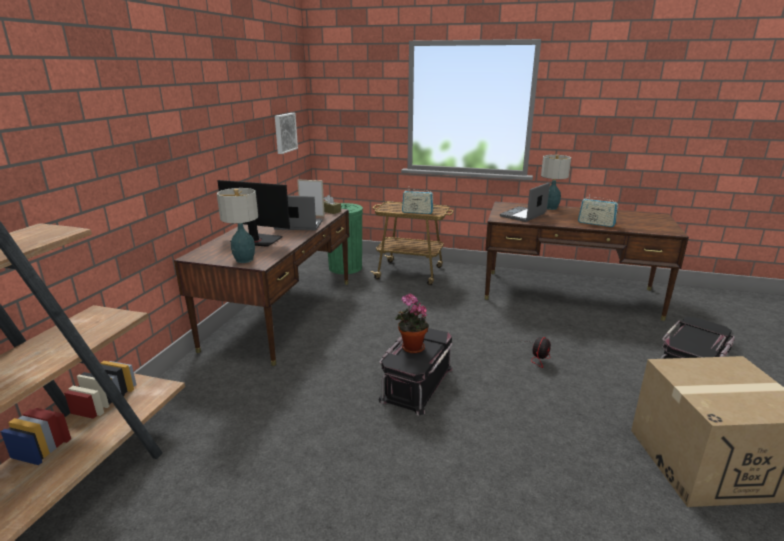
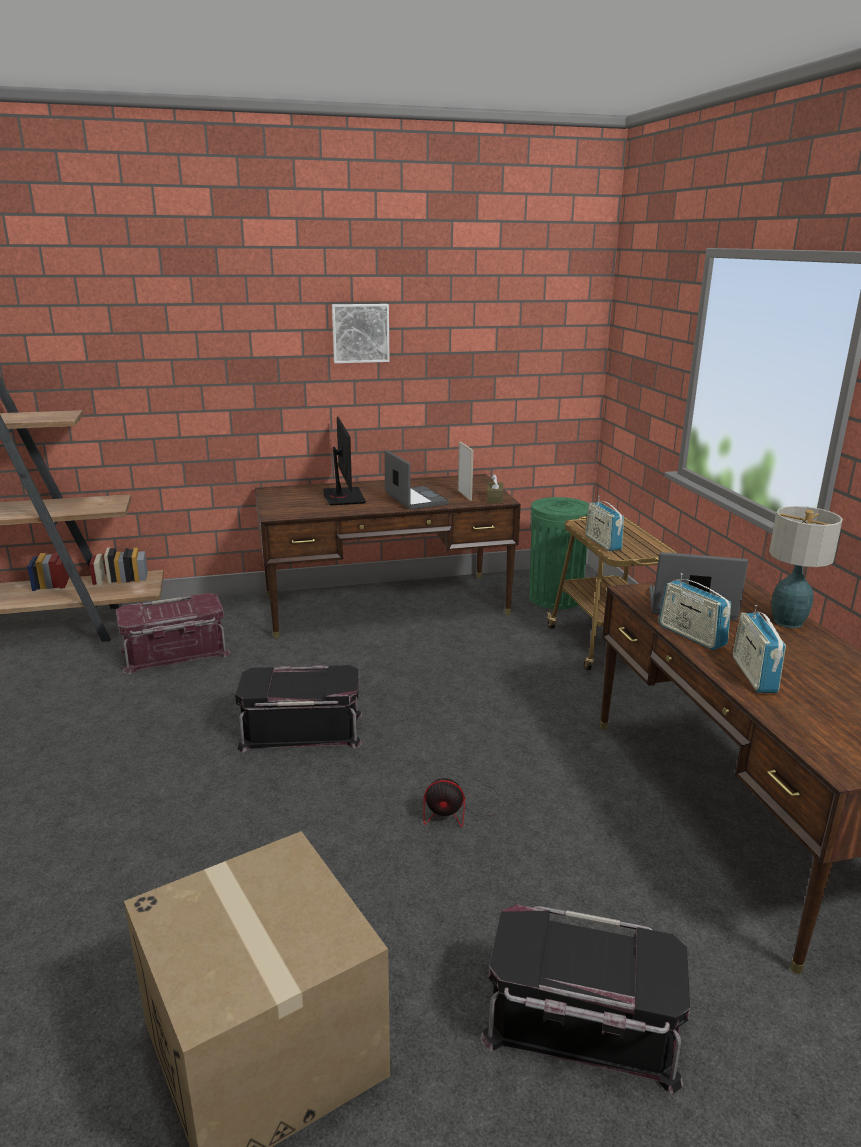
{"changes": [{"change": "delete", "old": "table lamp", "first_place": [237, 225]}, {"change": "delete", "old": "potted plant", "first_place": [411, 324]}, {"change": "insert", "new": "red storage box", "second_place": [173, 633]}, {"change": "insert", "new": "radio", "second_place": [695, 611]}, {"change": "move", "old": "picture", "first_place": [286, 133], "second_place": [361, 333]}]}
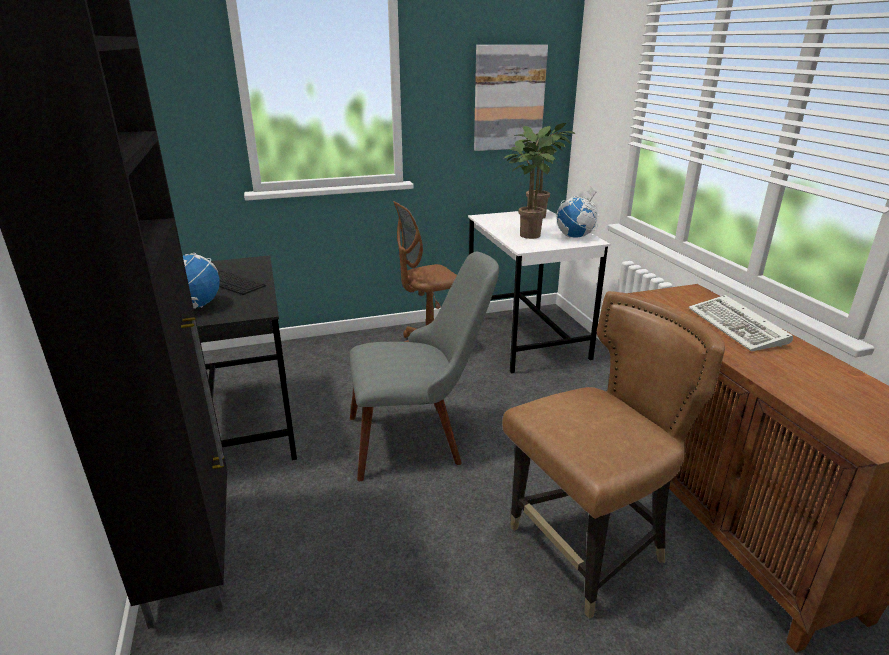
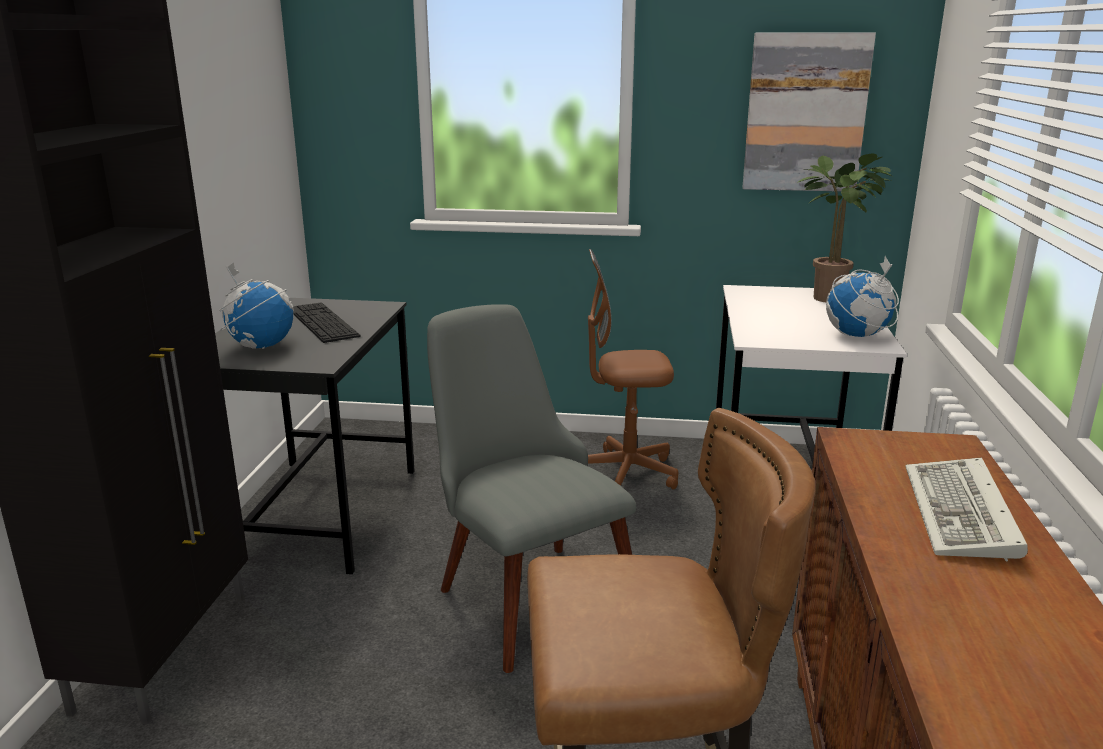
{"changes": [{"change": "delete", "old": "potted plant", "first_place": [531, 182]}, {"change": "rotate", "old": "grey chair", "first_place": [424, 366], "second_place": [531, 488], "degrees": -135}]}
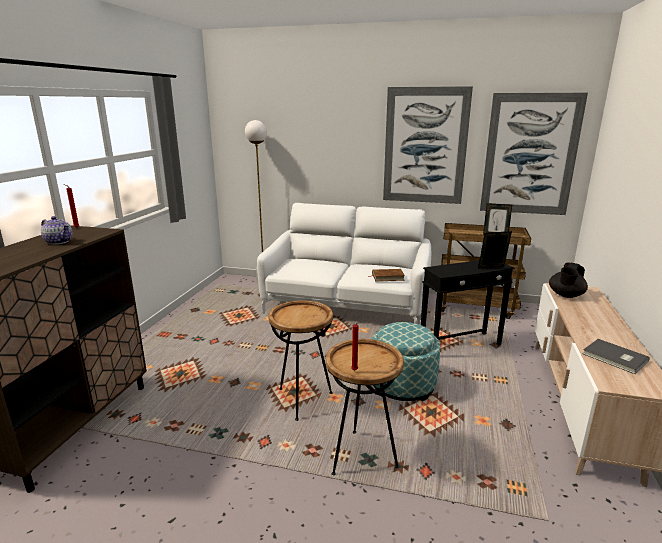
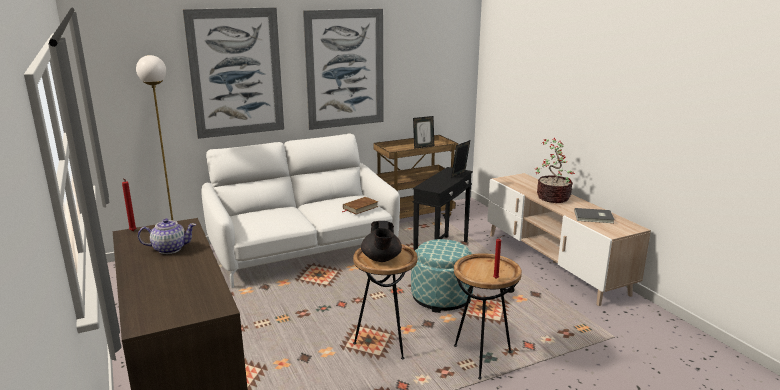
{"changes": [{"change": "insert", "new": "potted plant", "second_place": [555, 170]}, {"change": "move", "old": "picture", "first_place": [534, 154], "second_place": [233, 73]}, {"change": "move", "old": "black teapot", "first_place": [568, 280], "second_place": [381, 241]}]}
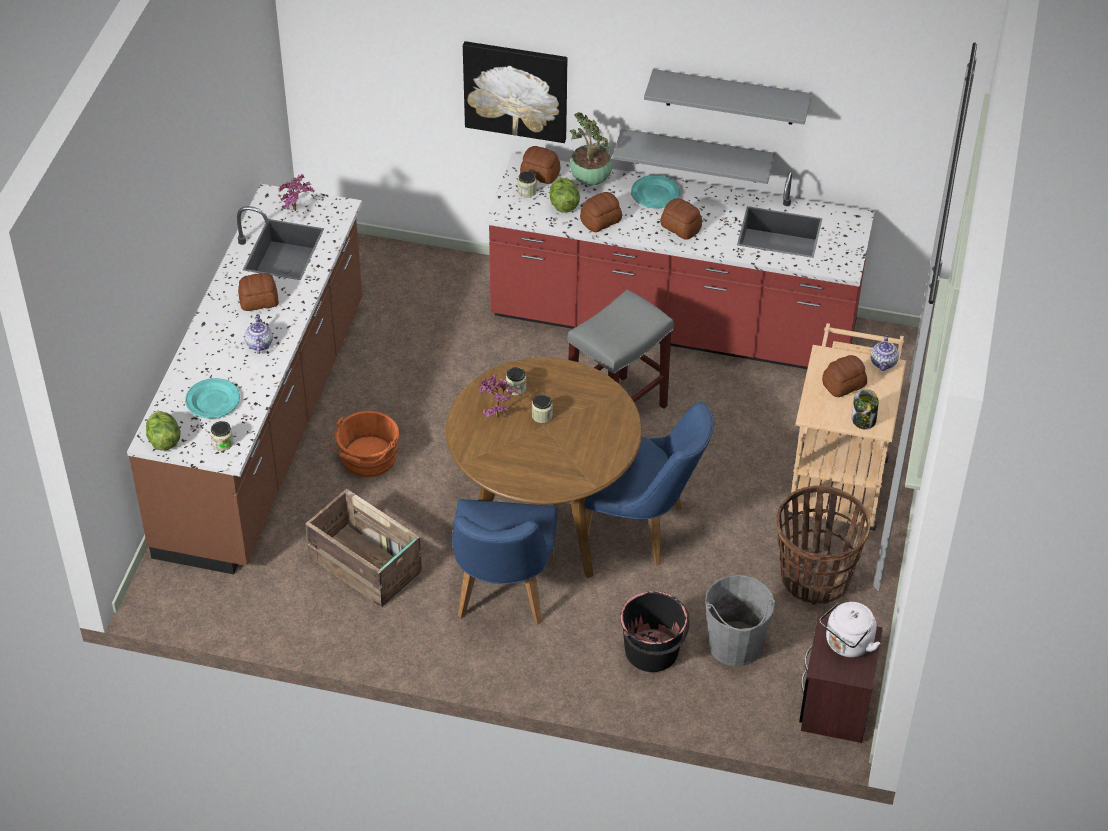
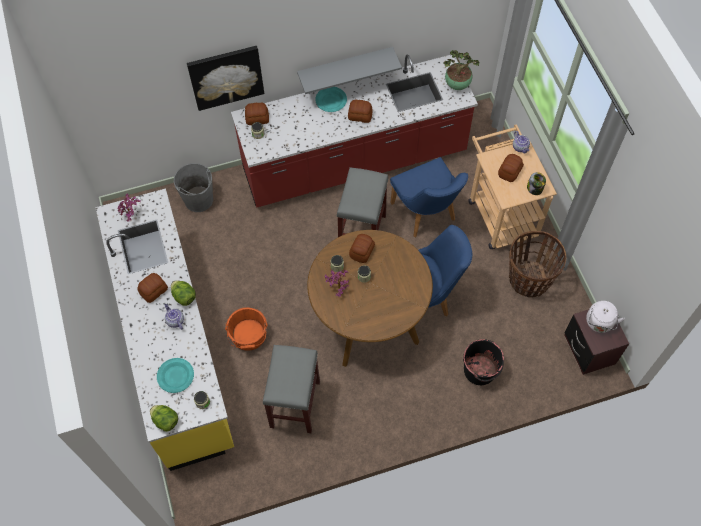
{"changes": [{"change": "delete", "old": "grey shelf", "first_place": [728, 97]}, {"change": "move", "old": "blue chair", "first_place": [505, 562], "second_place": [429, 197]}, {"change": "move", "old": "lettuce", "first_place": [565, 195], "second_place": [183, 293]}, {"change": "move", "old": "potted plant", "first_place": [591, 149], "second_place": [462, 70]}, {"change": "move", "old": "bread", "first_place": [601, 212], "second_place": [362, 248]}, {"change": "move", "old": "grey bucket", "first_place": [740, 621], "second_place": [193, 187]}, {"change": "replace", "old": "crate", "new": "grey stool", "first_place": [363, 547], "second_place": [291, 389]}, {"change": "recolor", "old": "brown counter", "new": "yellow counter", "first_place": [244, 379], "second_place": [164, 329]}]}
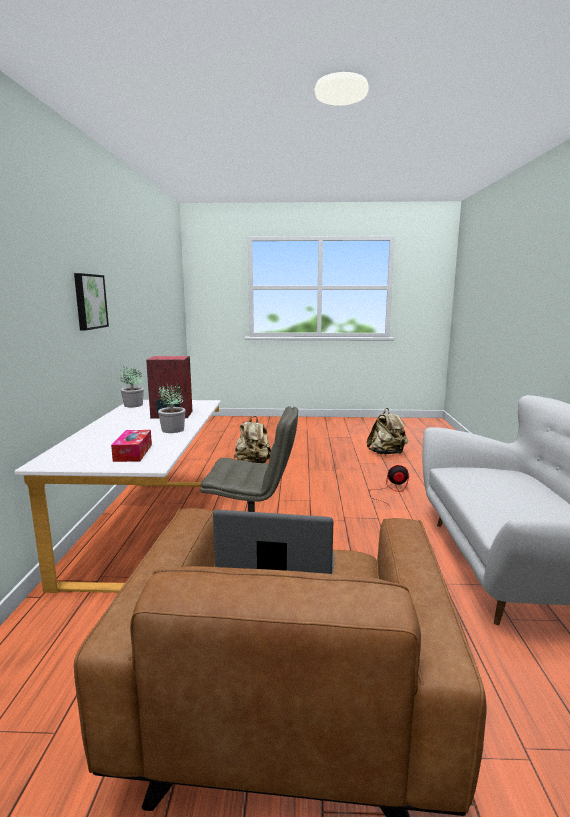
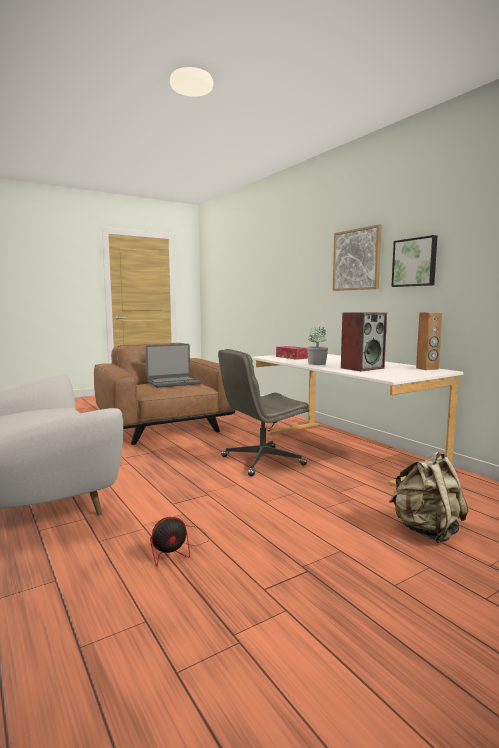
{"changes": [{"change": "delete", "old": "beige backpack", "first_place": [387, 431]}, {"change": "insert", "new": "picture", "second_place": [357, 258]}, {"change": "replace", "old": "potted plant", "new": "brown speaker", "first_place": [132, 386], "second_place": [429, 341]}]}
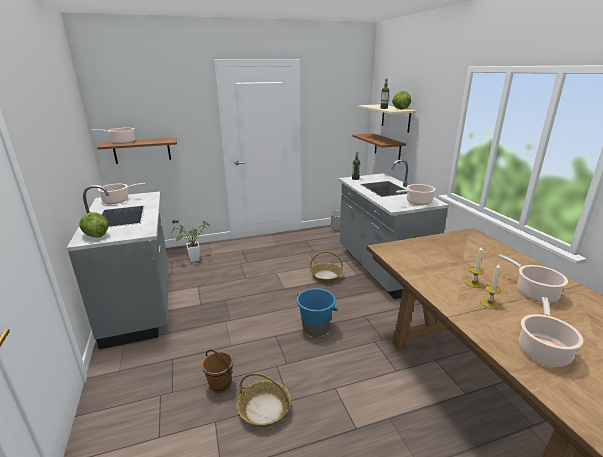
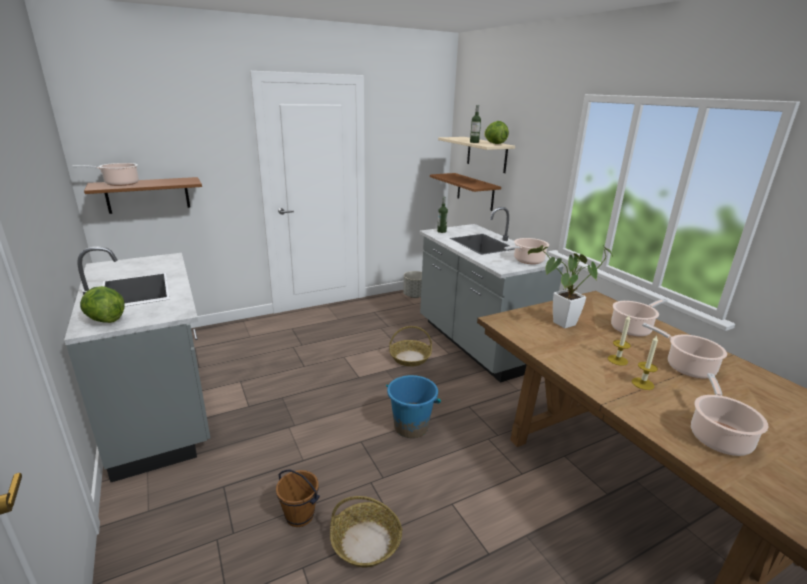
{"changes": [{"change": "move", "old": "cooking pot", "first_place": [121, 193], "second_place": [639, 318]}, {"change": "move", "old": "potted plant", "first_place": [191, 241], "second_place": [570, 286]}]}
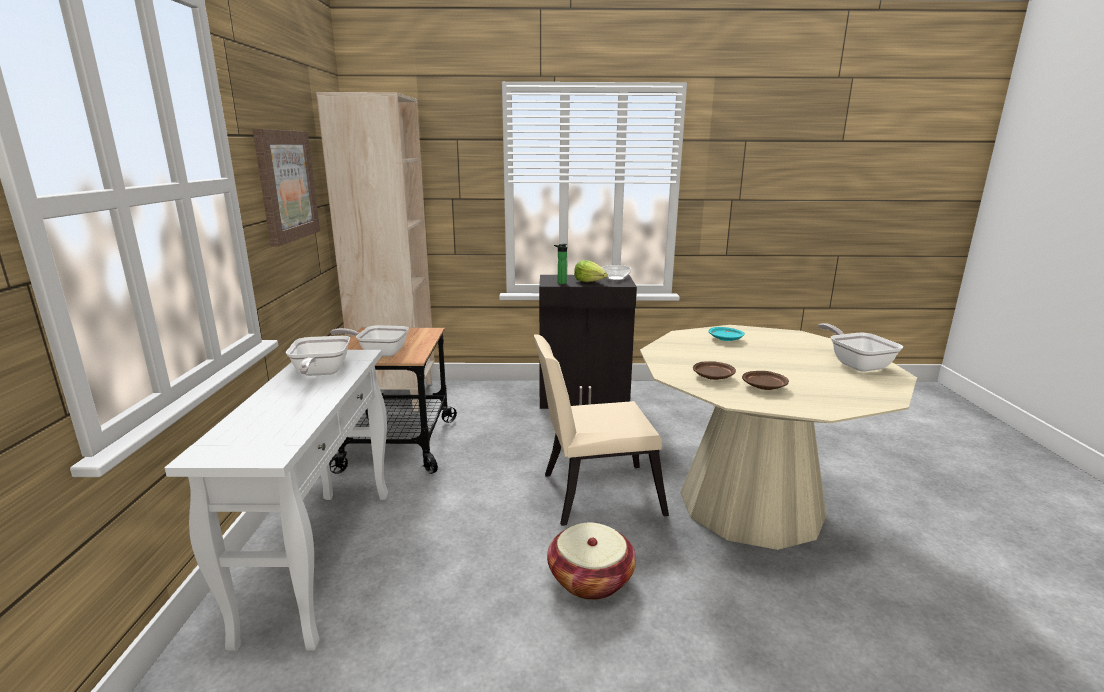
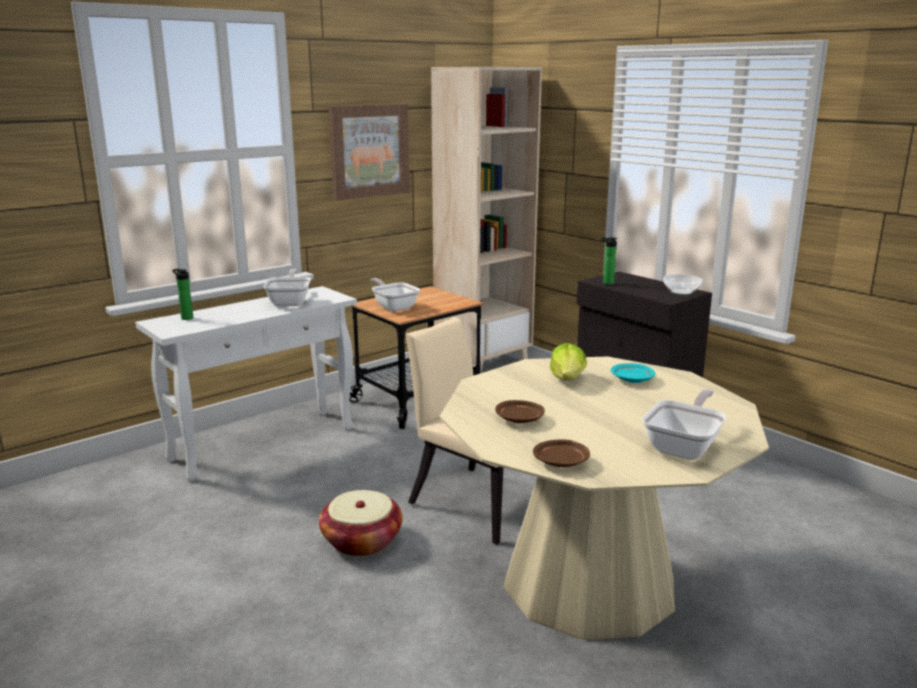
{"changes": [{"change": "insert", "new": "bottle", "second_place": [182, 294]}, {"change": "move", "old": "lettuce", "first_place": [590, 271], "second_place": [568, 362]}, {"change": "move", "old": "brown plate", "first_place": [714, 370], "second_place": [561, 453]}, {"change": "rotate", "old": "frying pan", "first_place": [318, 356], "second_place": [287, 288], "degrees": 135}]}
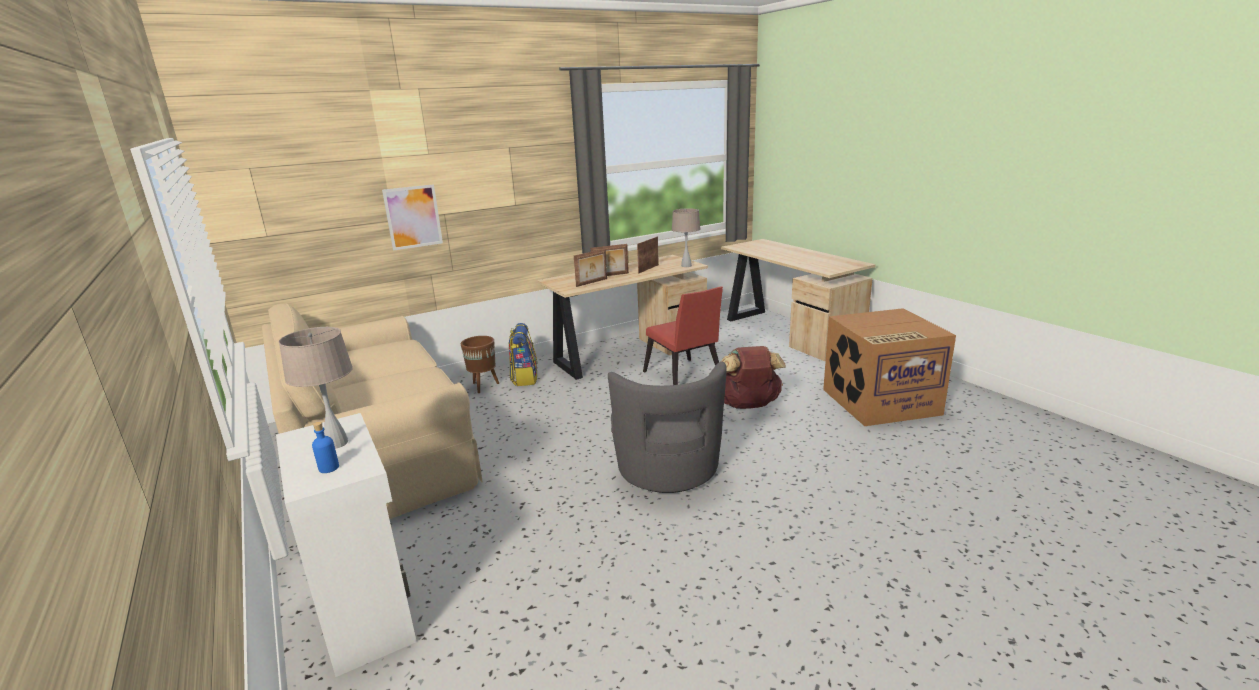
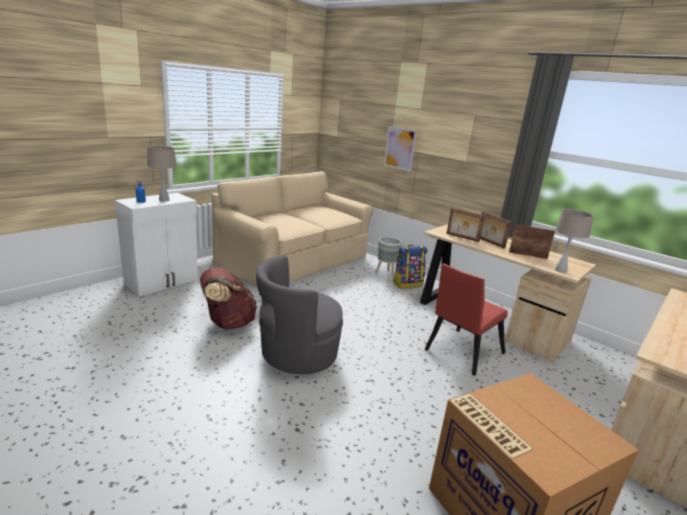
{"changes": [{"change": "move", "old": "brown backpack", "first_place": [753, 377], "second_place": [228, 298]}, {"change": "recolor", "old": "brown planter", "new": "grey planter", "first_place": [480, 364], "second_place": [388, 257]}]}
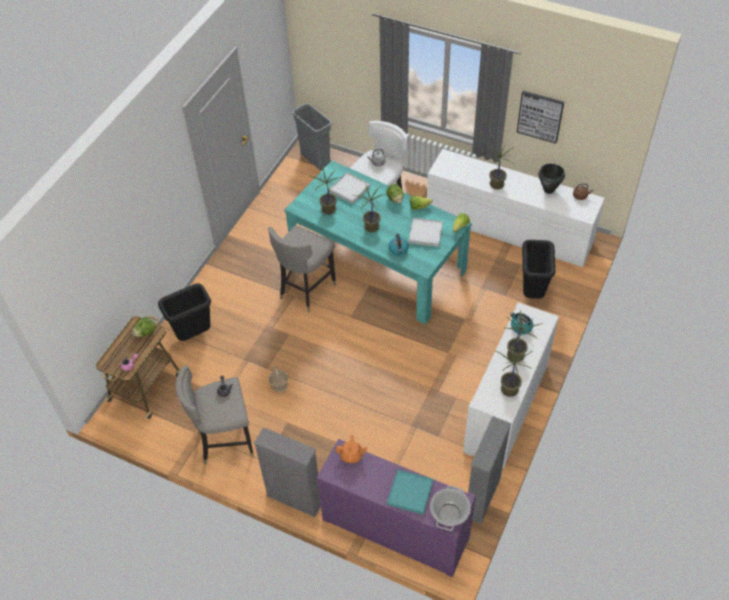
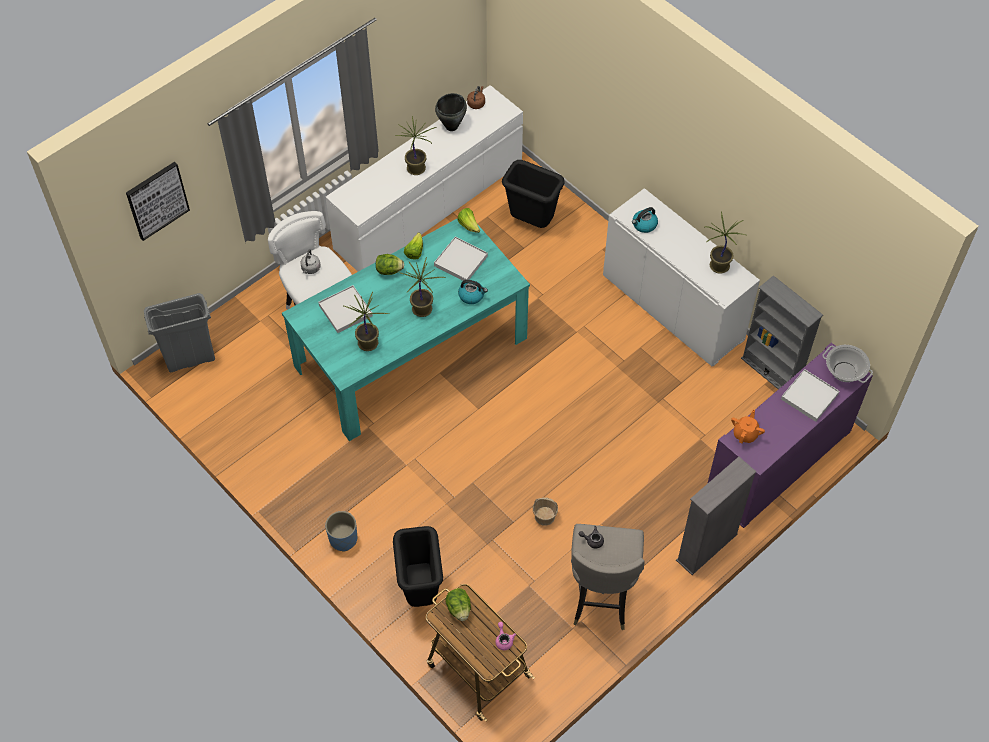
{"changes": [{"change": "delete", "old": "grey stool", "first_place": [302, 268]}, {"change": "delete", "old": "potted plant", "first_place": [524, 336]}, {"change": "insert", "new": "blue planter", "second_place": [341, 531]}, {"change": "move", "old": "picture", "first_place": [540, 117], "second_place": [158, 201]}, {"change": "recolor", "old": "turquoise tray", "new": "white tray", "first_place": [410, 492], "second_place": [810, 395]}]}
